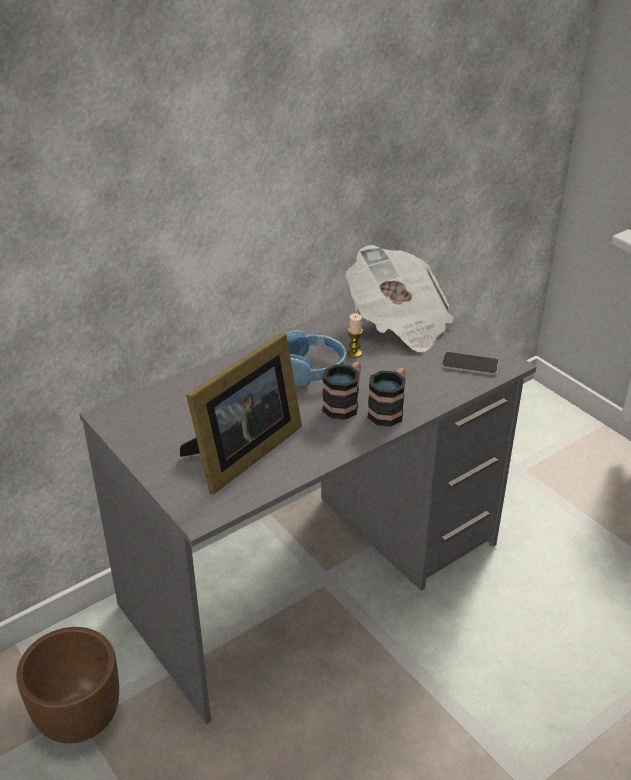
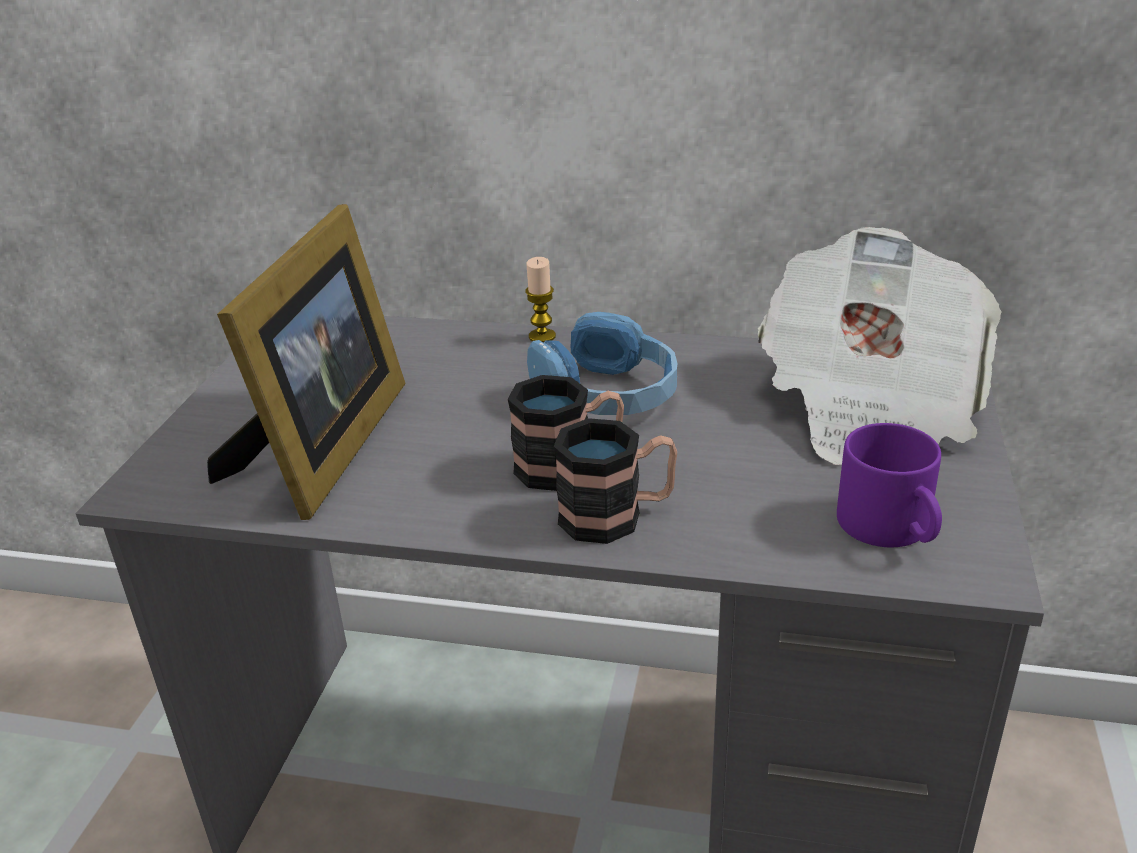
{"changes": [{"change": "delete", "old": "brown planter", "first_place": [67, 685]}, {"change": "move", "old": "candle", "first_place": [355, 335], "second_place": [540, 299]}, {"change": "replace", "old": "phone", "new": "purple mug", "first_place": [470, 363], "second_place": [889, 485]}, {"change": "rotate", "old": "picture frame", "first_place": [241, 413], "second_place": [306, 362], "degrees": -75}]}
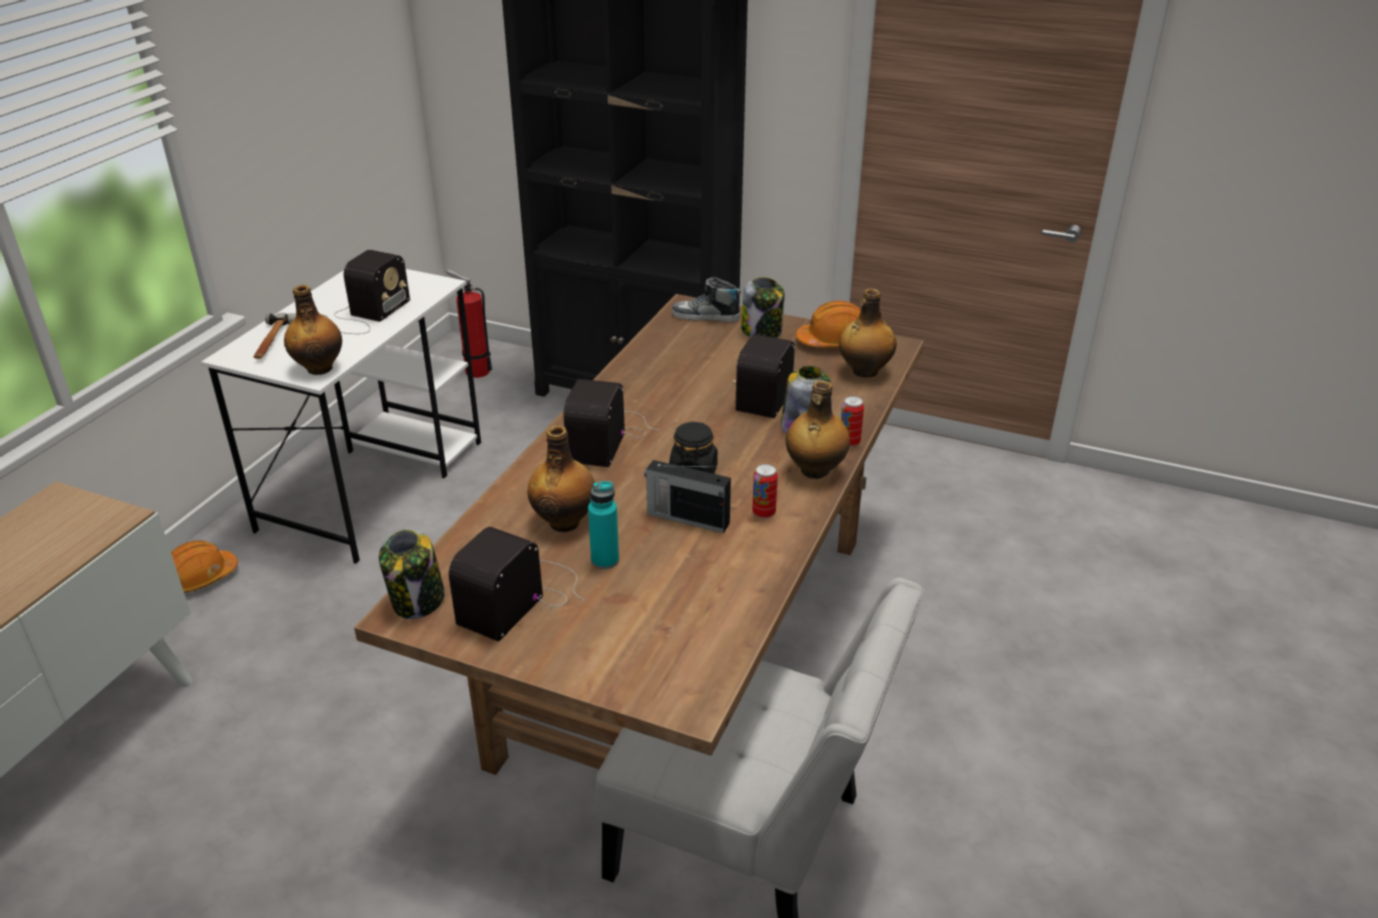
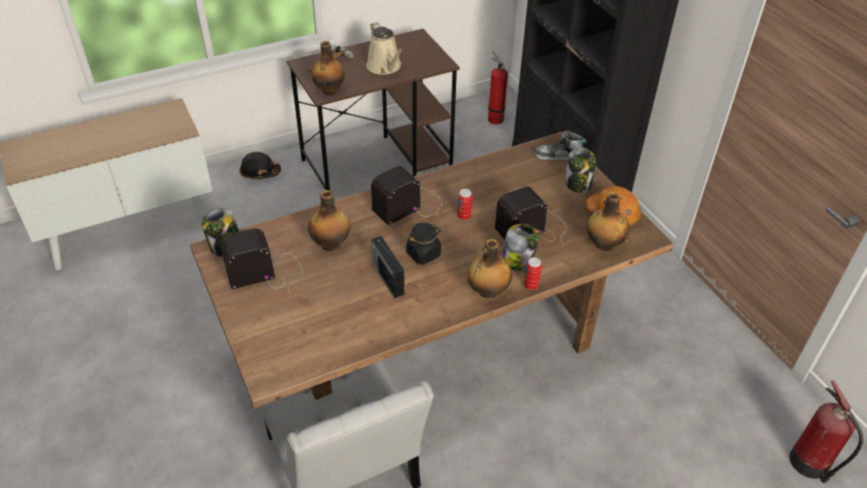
{"changes": [{"change": "delete", "old": "turquoise bottle", "first_place": [603, 525]}, {"change": "insert", "new": "fire extinguisher", "second_place": [826, 431]}, {"change": "move", "old": "can", "first_place": [765, 491], "second_place": [464, 204]}, {"change": "replace", "old": "radio", "new": "beige watering can", "first_place": [365, 292], "second_place": [385, 48]}, {"change": "recolor", "old": "orange hard hat", "new": "black hard hat", "first_place": [204, 566], "second_place": [260, 165]}, {"change": "recolor", "old": "white desk", "new": "brown desk", "first_place": [341, 416], "second_place": [373, 109]}, {"change": "rotate", "old": "shoe", "first_place": [706, 299], "second_place": [560, 145], "degrees": -45}]}
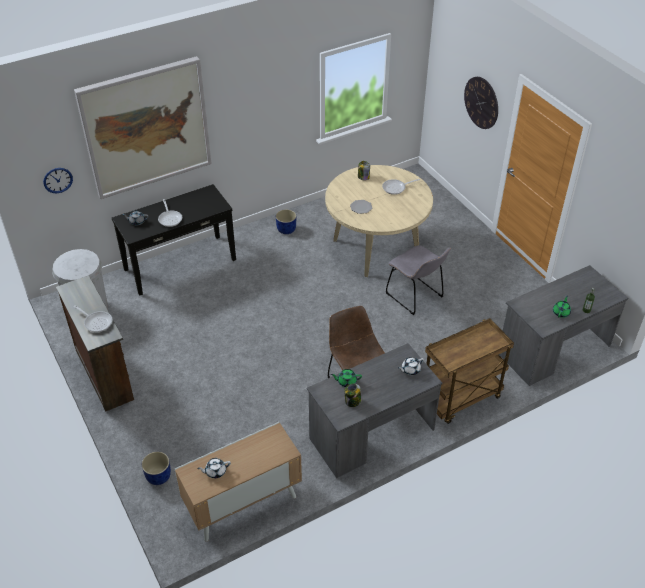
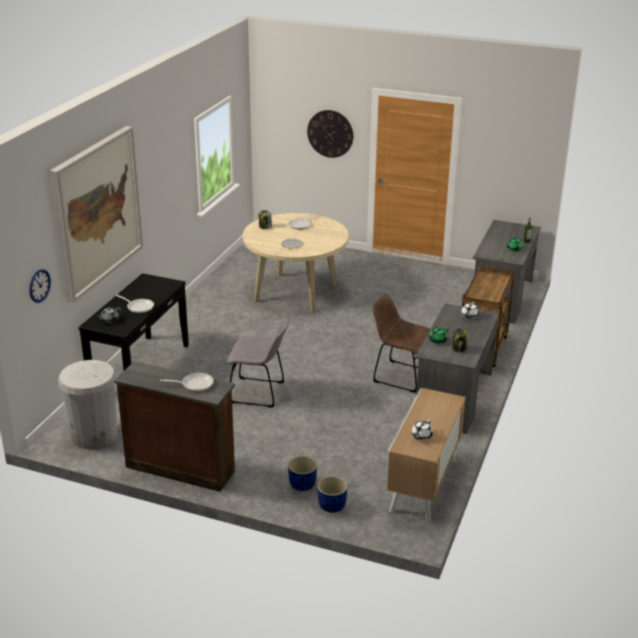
{"changes": [{"change": "move", "old": "blue planter", "first_place": [286, 221], "second_place": [302, 473]}, {"change": "move", "old": "grey chair", "first_place": [418, 280], "second_place": [258, 361]}]}
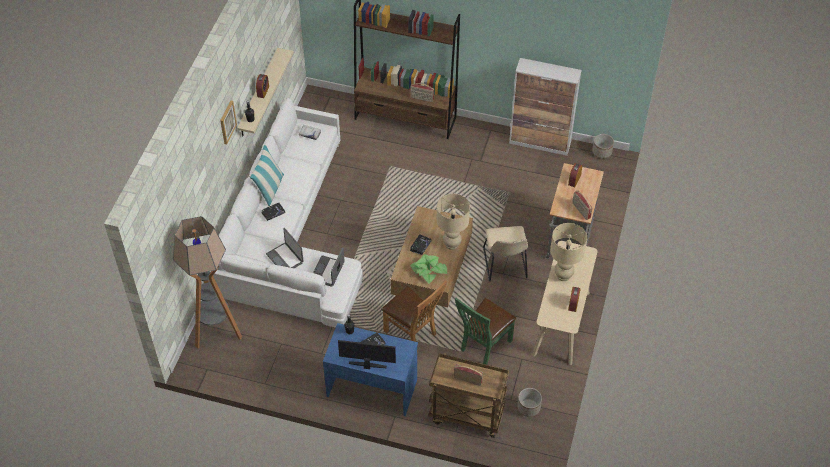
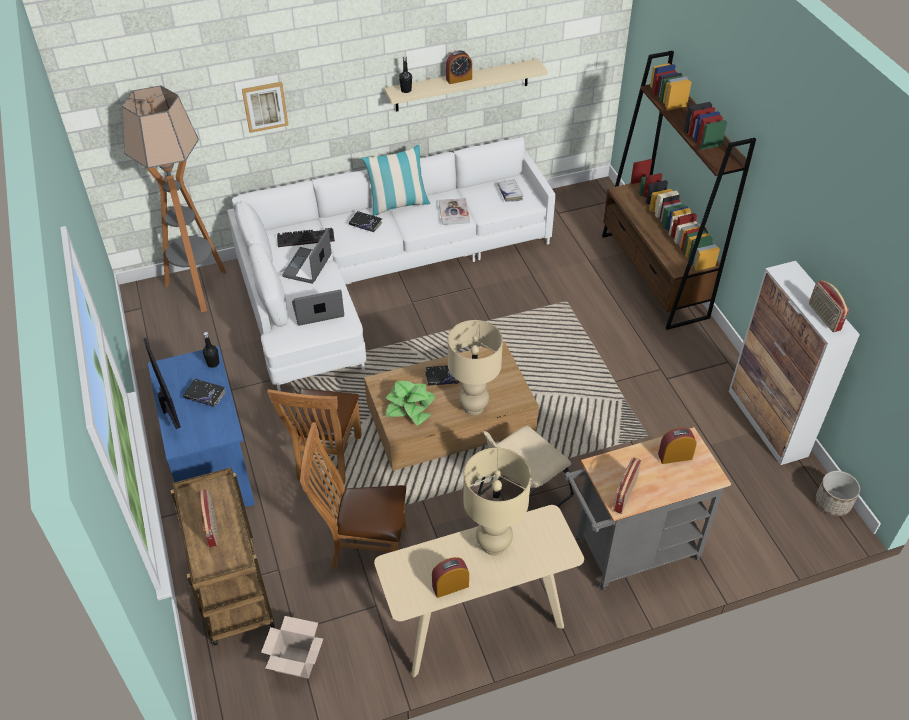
{"changes": [{"change": "insert", "new": "keyboard", "second_place": [306, 237]}, {"change": "insert", "new": "book", "second_place": [454, 211]}, {"change": "move", "old": "picture", "first_place": [228, 123], "second_place": [265, 107]}, {"change": "move", "old": "radio", "first_place": [422, 92], "second_place": [829, 306]}, {"change": "replace", "old": "planter", "new": "cardboard box", "first_place": [529, 402], "second_place": [292, 647]}, {"change": "recolor", "old": "green chair", "new": "brown chair", "first_place": [485, 331], "second_place": [353, 495]}]}
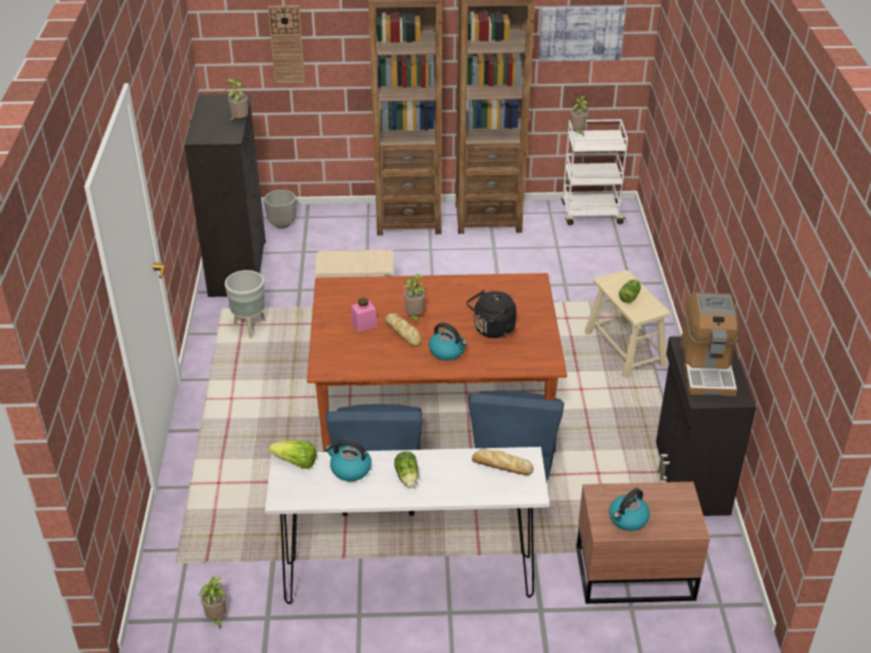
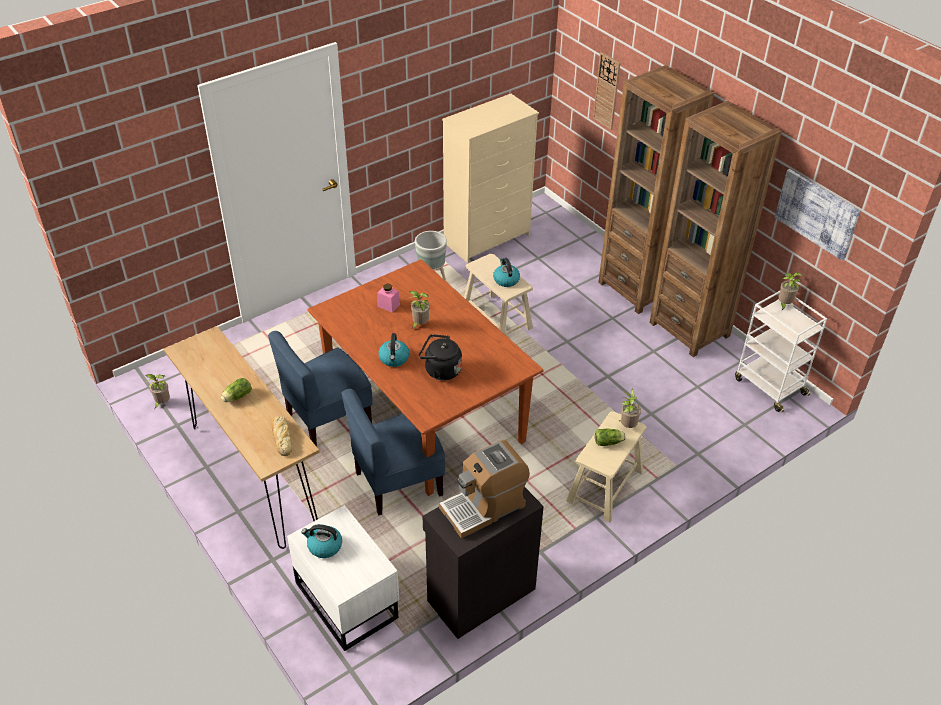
{"changes": [{"change": "delete", "old": "planter", "first_place": [280, 209]}, {"change": "delete", "old": "lettuce", "first_place": [293, 455]}, {"change": "delete", "old": "bread", "first_place": [403, 330]}, {"change": "move", "old": "potted plant", "first_place": [236, 99], "second_place": [630, 408]}, {"change": "move", "old": "kettle", "first_place": [348, 460], "second_place": [506, 272]}, {"change": "recolor", "old": "black dresser", "new": "beige dresser", "first_place": [225, 195], "second_place": [490, 178]}, {"change": "recolor", "old": "white console table", "new": "brown console table", "first_place": [407, 525], "second_place": [241, 437]}, {"change": "recolor", "old": "brown nightstand", "new": "white nightstand", "first_place": [643, 543], "second_place": [343, 578]}]}
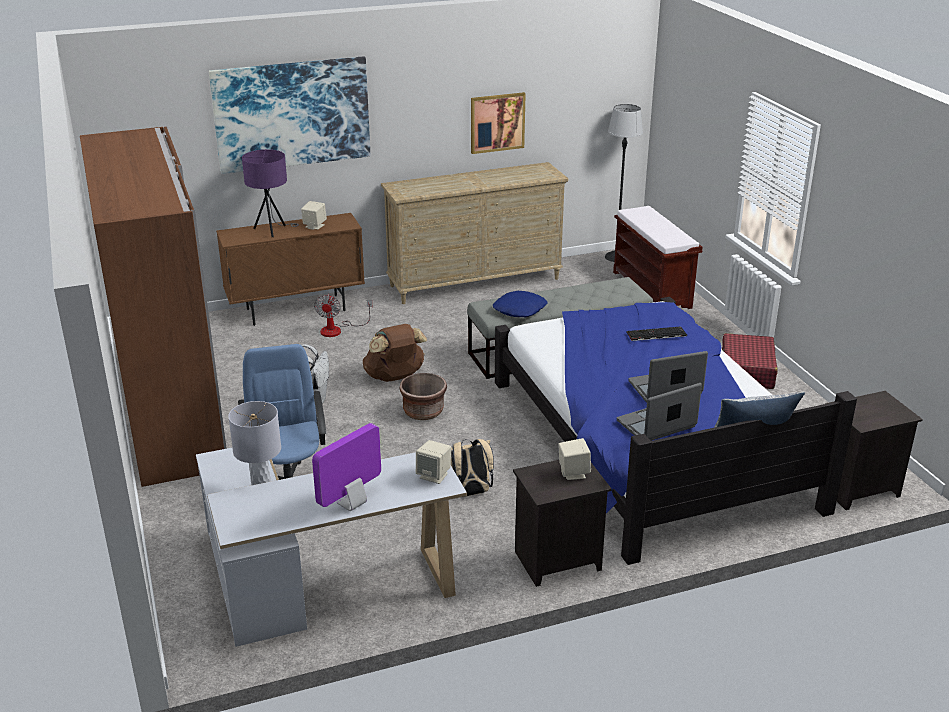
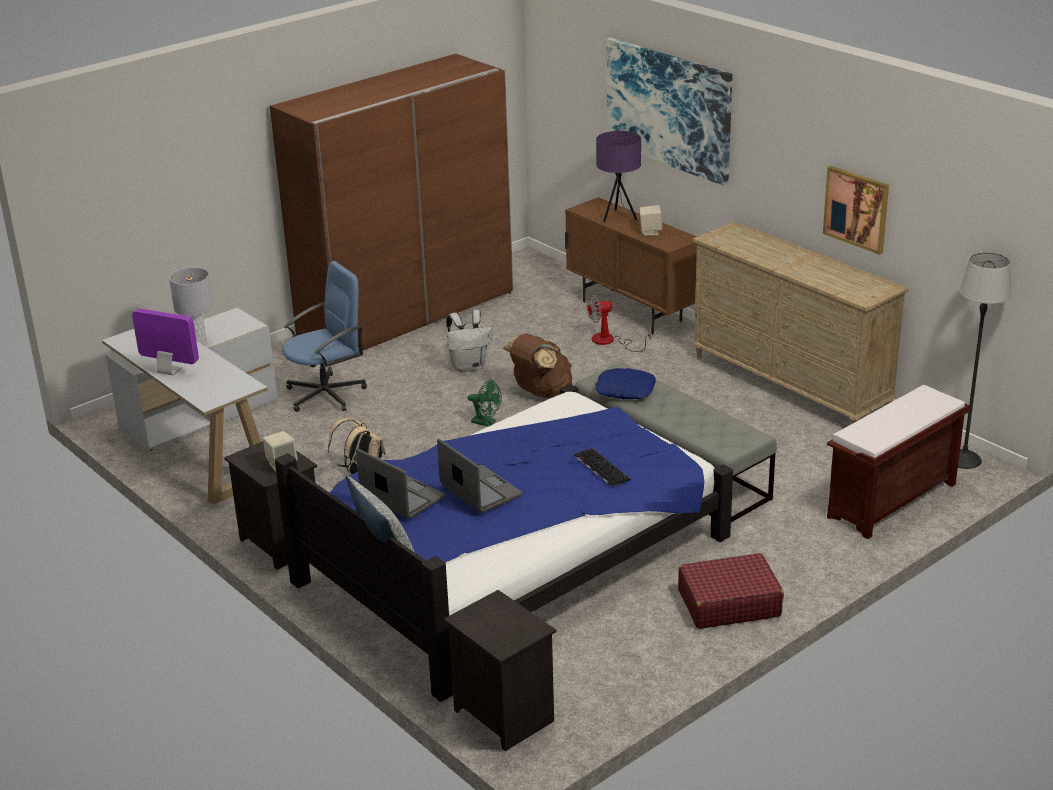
{"changes": [{"change": "delete", "old": "beige speaker", "first_place": [433, 462]}, {"change": "replace", "old": "brown planter", "new": "green fan", "first_place": [423, 396], "second_place": [485, 403]}]}
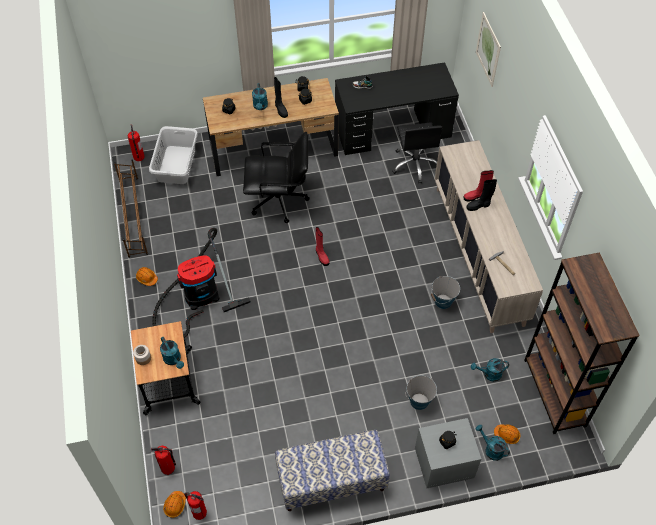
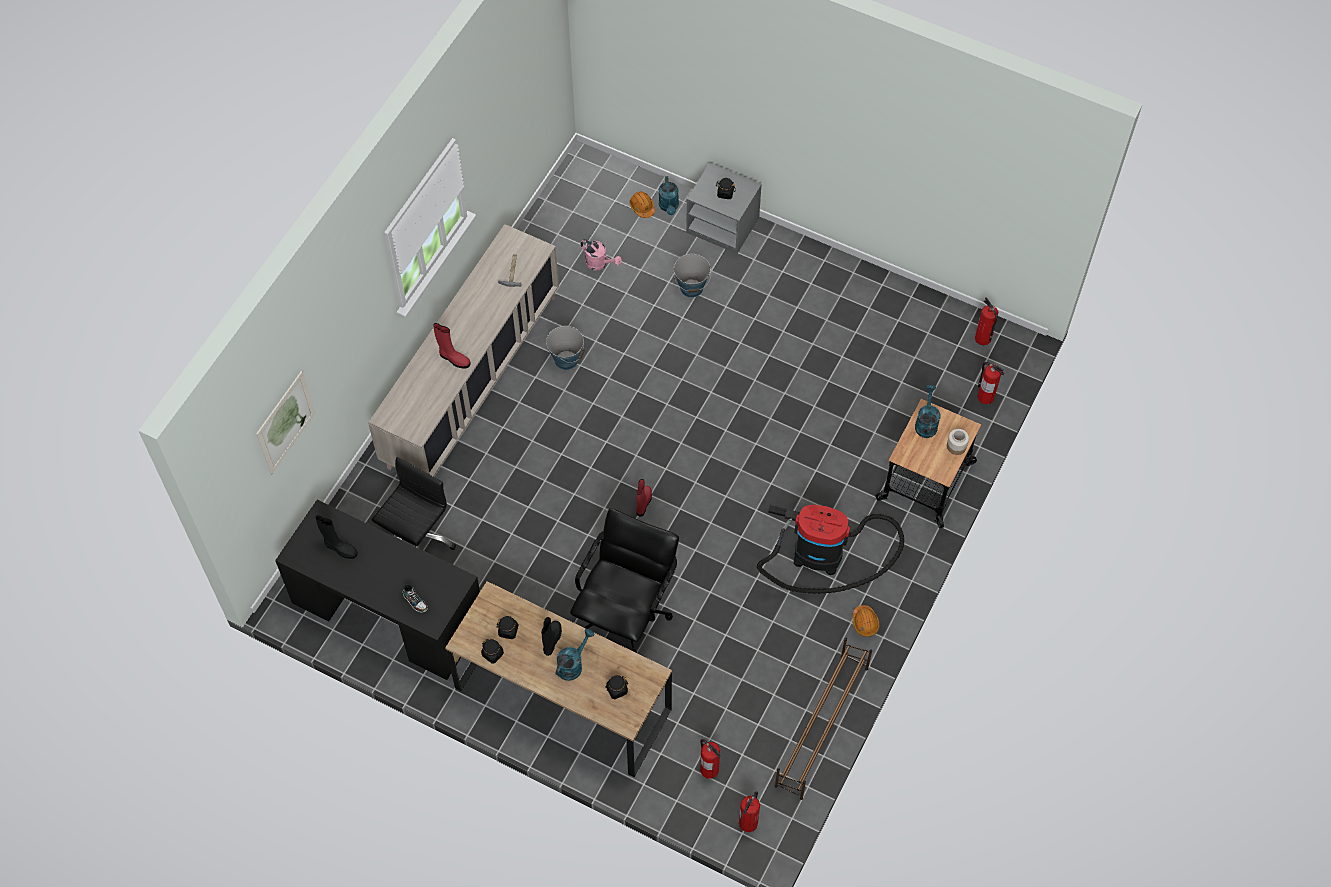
{"changes": [{"change": "delete", "old": "orange hard hat", "first_place": [174, 504]}, {"change": "delete", "old": "bench", "first_place": [332, 470]}, {"change": "delete", "old": "brown bookcase", "first_place": [582, 343]}, {"change": "move", "old": "black boot", "first_place": [481, 195], "second_place": [336, 537]}, {"change": "replace", "old": "grey laundry basket", "new": "fire extinguisher", "first_place": [173, 155], "second_place": [710, 759]}, {"change": "recolor", "old": "turquoise watering can", "new": "pink watering can", "first_place": [490, 370], "second_place": [601, 255]}, {"change": "rotate", "old": "black office chair", "first_place": [276, 177], "second_place": [624, 580], "degrees": 75}]}
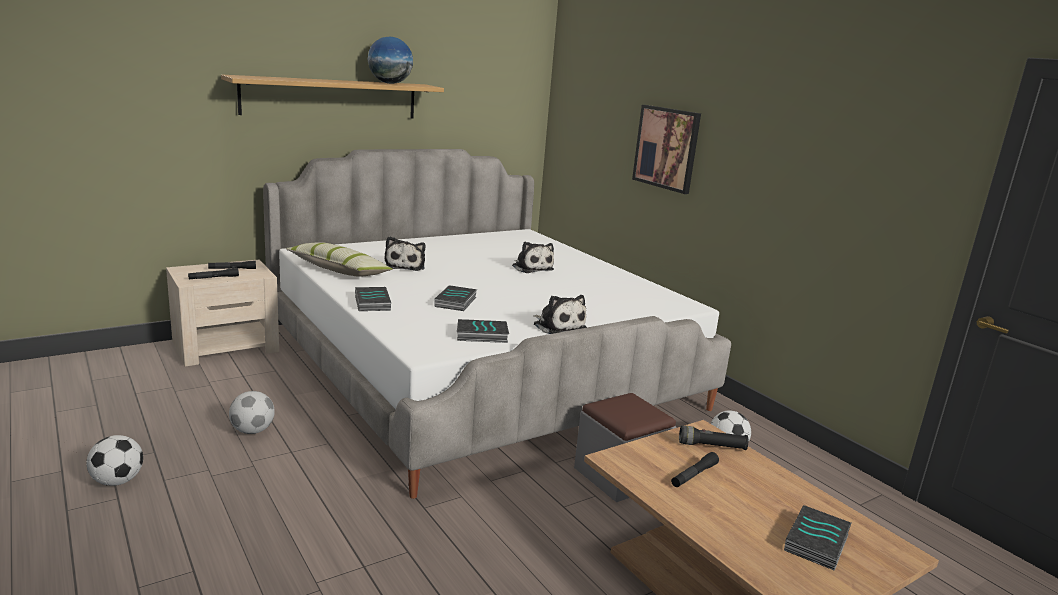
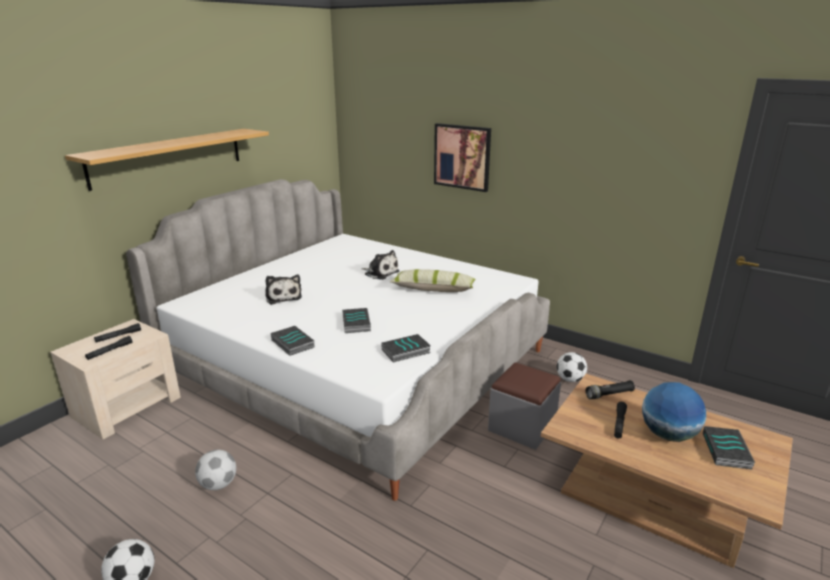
{"changes": [{"change": "delete", "old": "plush toy", "first_place": [560, 314]}, {"change": "move", "old": "pillow", "first_place": [339, 259], "second_place": [433, 280]}, {"change": "move", "old": "globe", "first_place": [390, 60], "second_place": [674, 412]}]}
